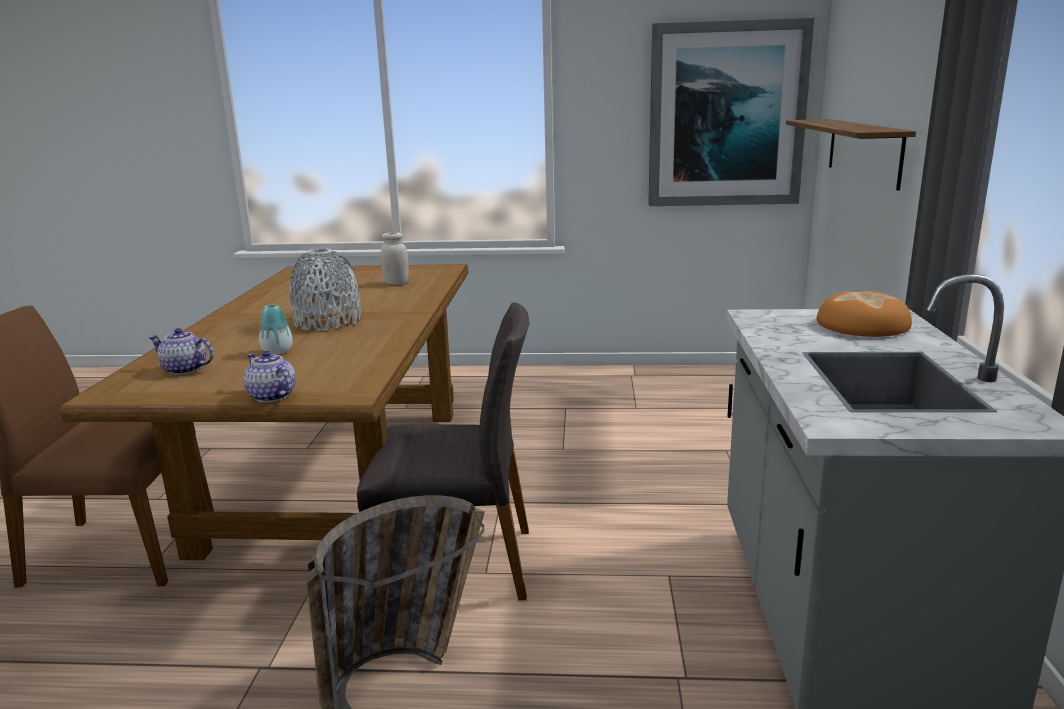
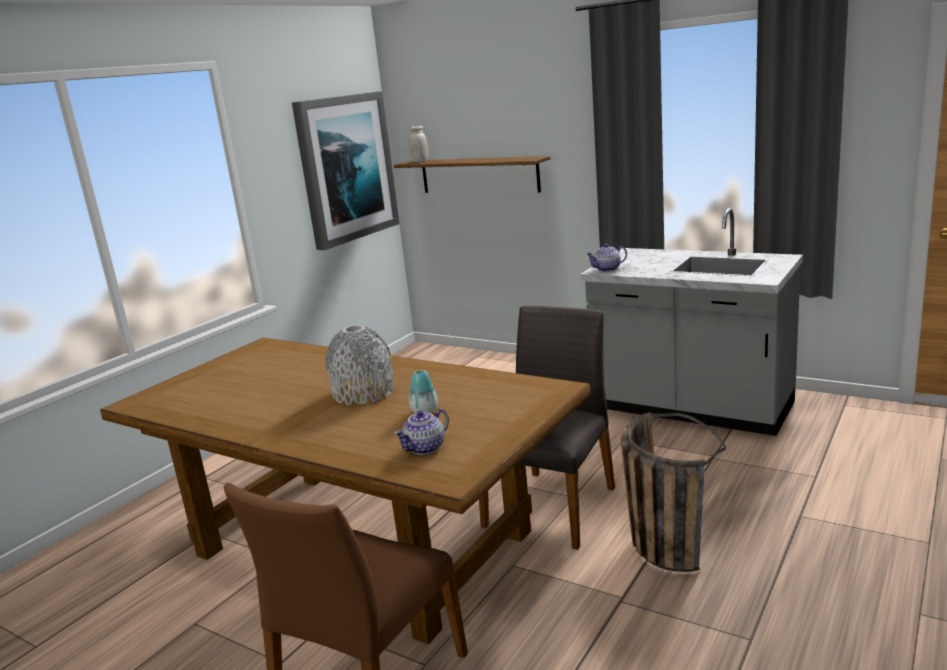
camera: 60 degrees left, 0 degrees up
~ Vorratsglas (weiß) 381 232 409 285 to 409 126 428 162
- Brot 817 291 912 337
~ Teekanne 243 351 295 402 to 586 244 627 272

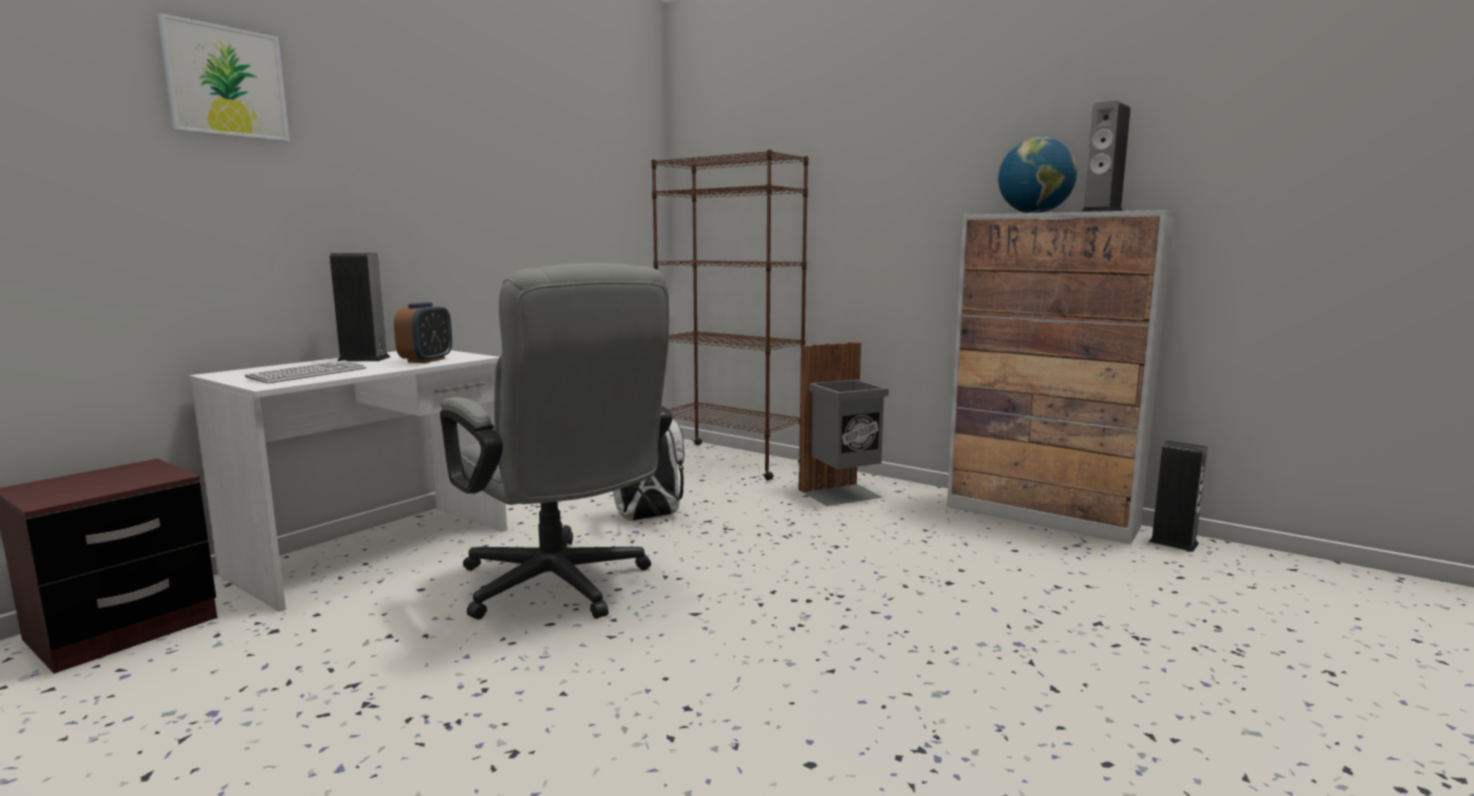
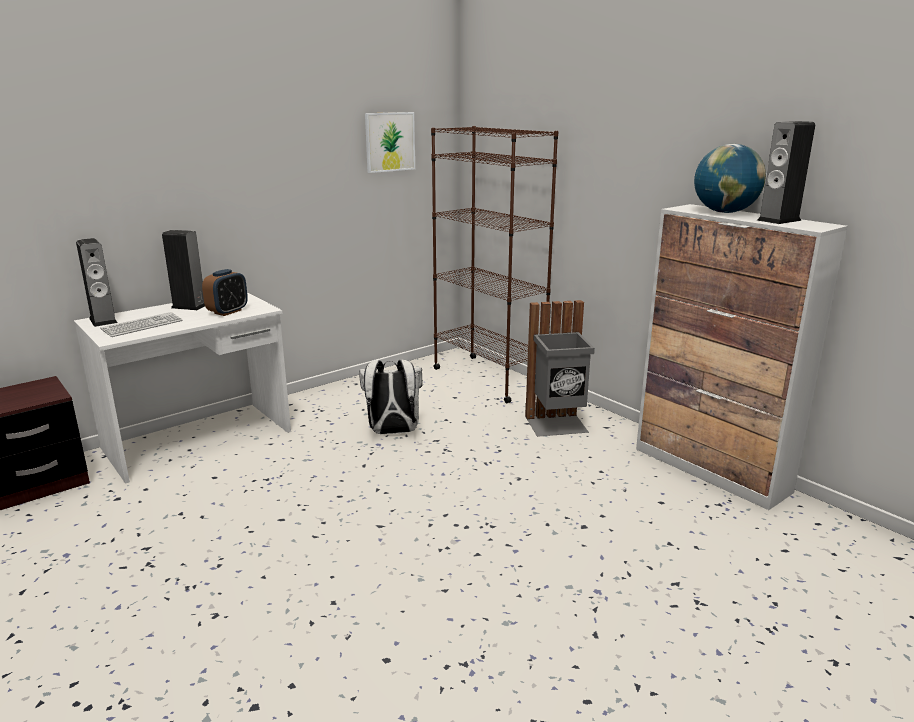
camera: 15 degrees right, 10 degrees up
~ Bild 157 13 289 142 to 365 112 415 173
- Bürostuhl (grau) 440 263 673 620
~ Lautsprecher 1148 440 1207 552 to 76 238 117 327

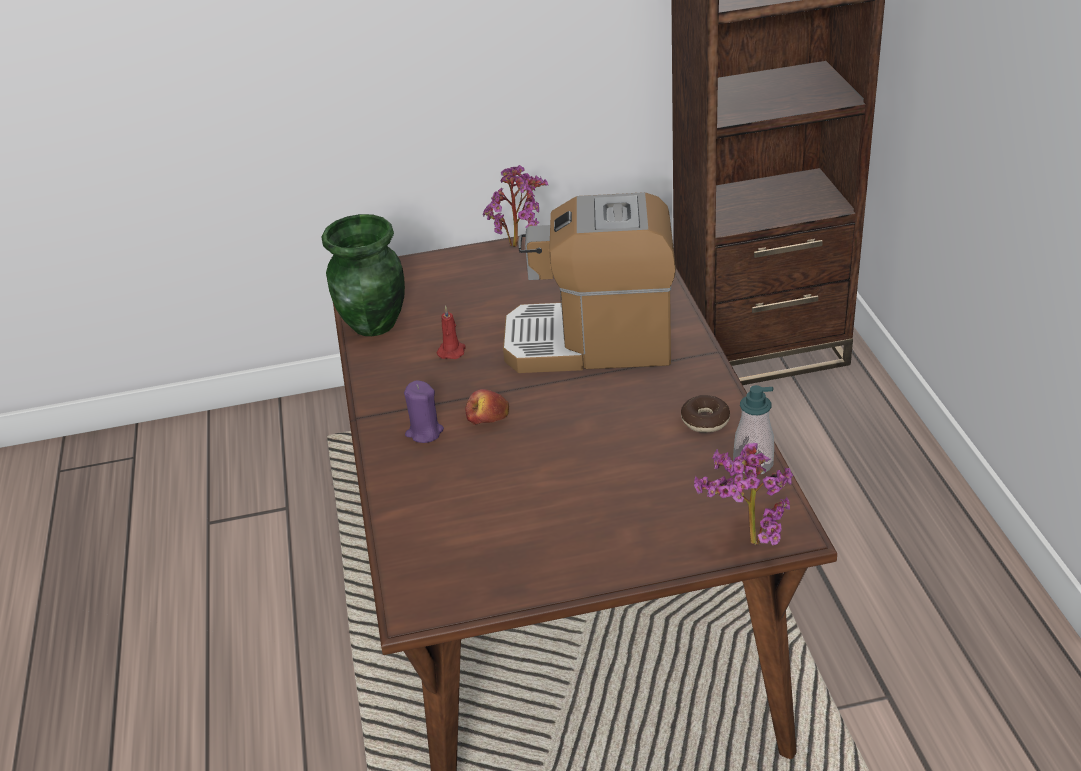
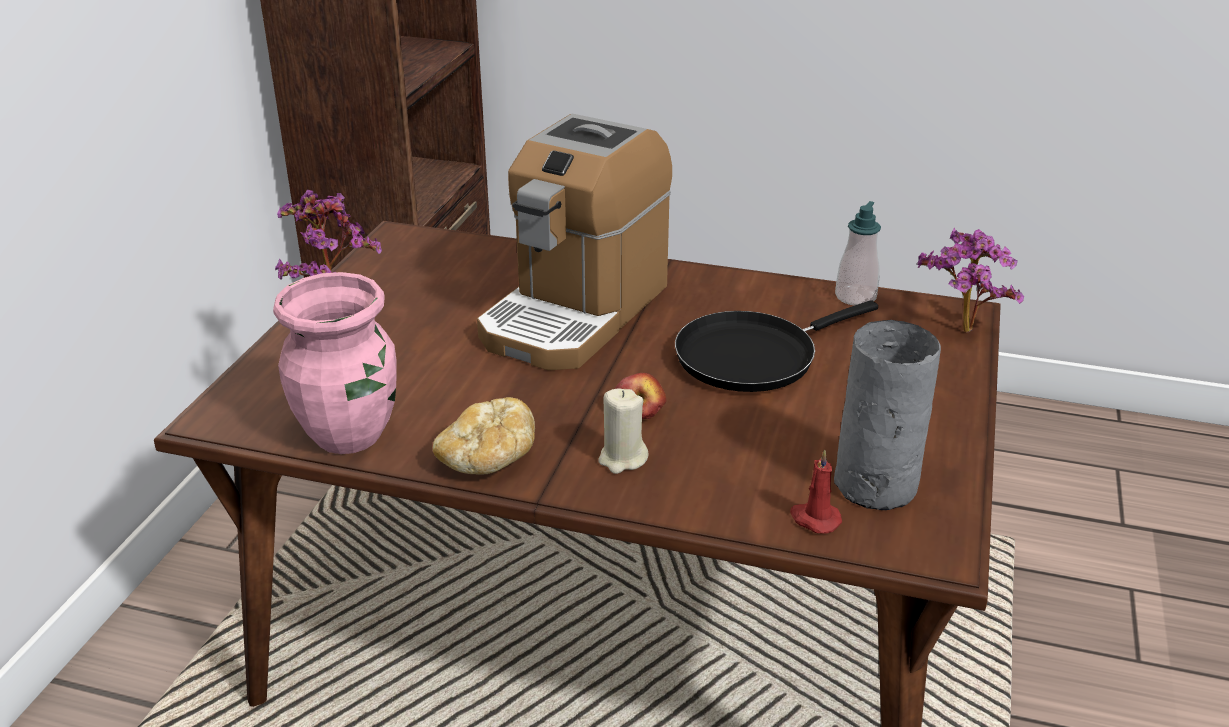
camera: 65 degrees left, 5 degrees down
~ Vase (grün) 322 214 405 336 to Vase (rosa) 273 272 397 454
~ Kerze (rot) 437 306 466 359 to 790 449 842 533
~ Kerze (lila) 404 380 444 443 to Kerze (beige) 599 389 649 474
- Donut 681 395 730 432
+ Pfanne (schwarz) 675 300 878 392
+ Vase (grau) 834 320 941 510
+ Brot 433 397 535 475

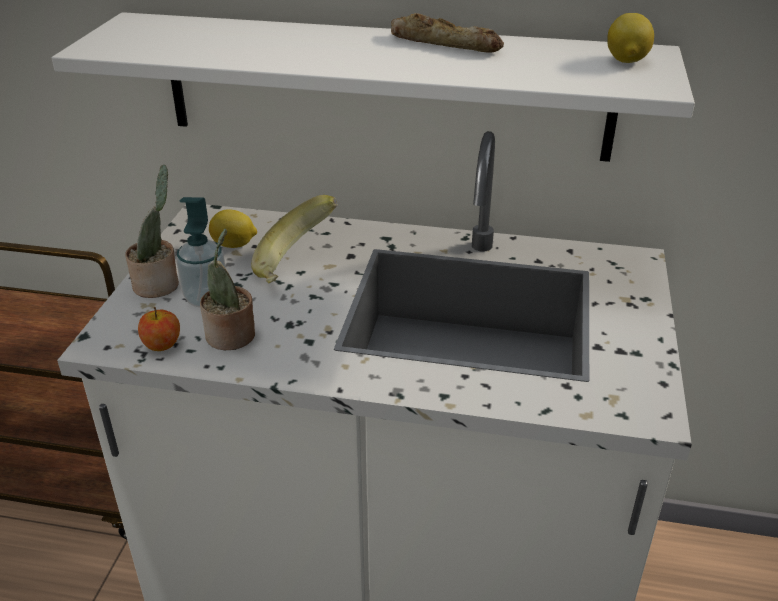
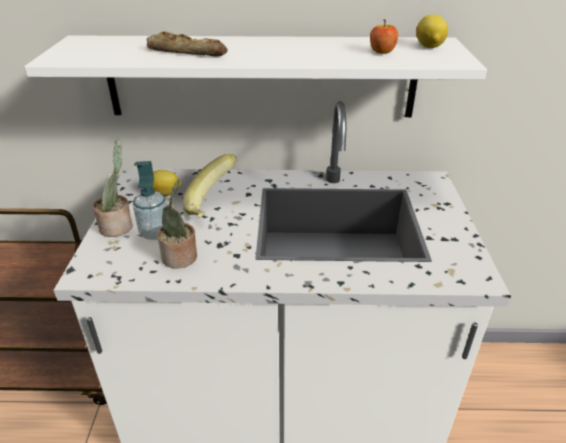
camera: 10 degrees left, 0 degrees up
~ Brot 391 13 504 53 to 147 31 228 56
~ Apfel 138 307 180 351 to 370 19 398 54

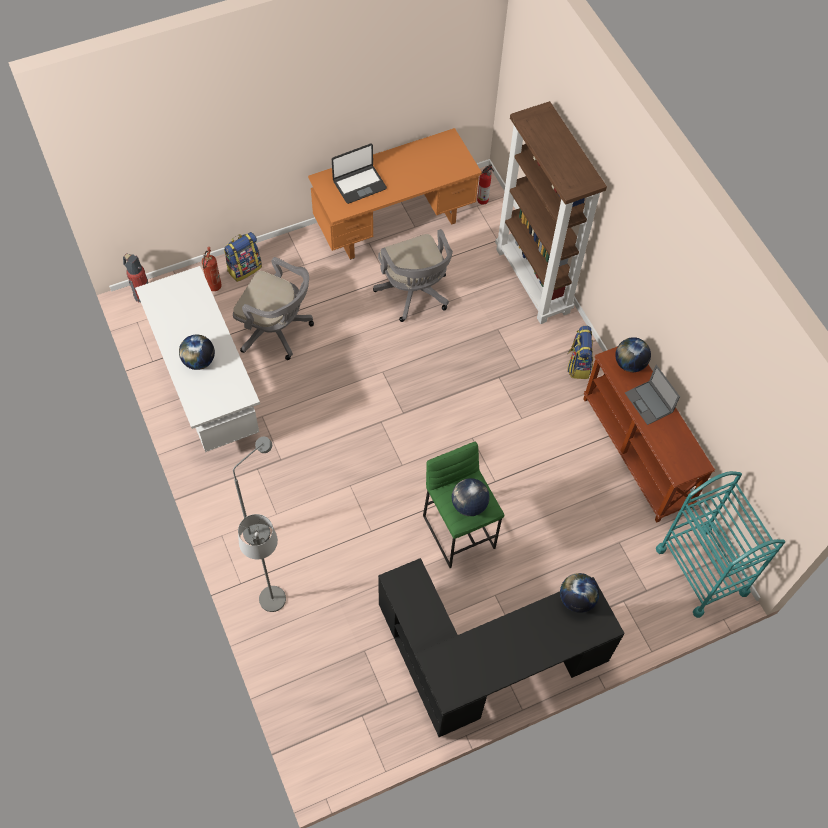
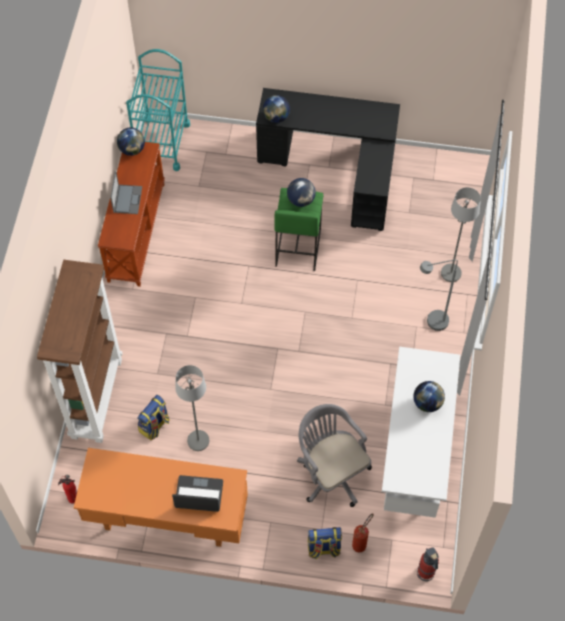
camera: 145 degrees left, 0 degrees up
~ Bürostuhl (grau) 373 229 453 322 to Stehlampe (grau) 175 365 209 451
~ Rucksack 567 326 593 379 to 137 395 170 440
~ Globus 615 337 651 372 to 117 128 145 156

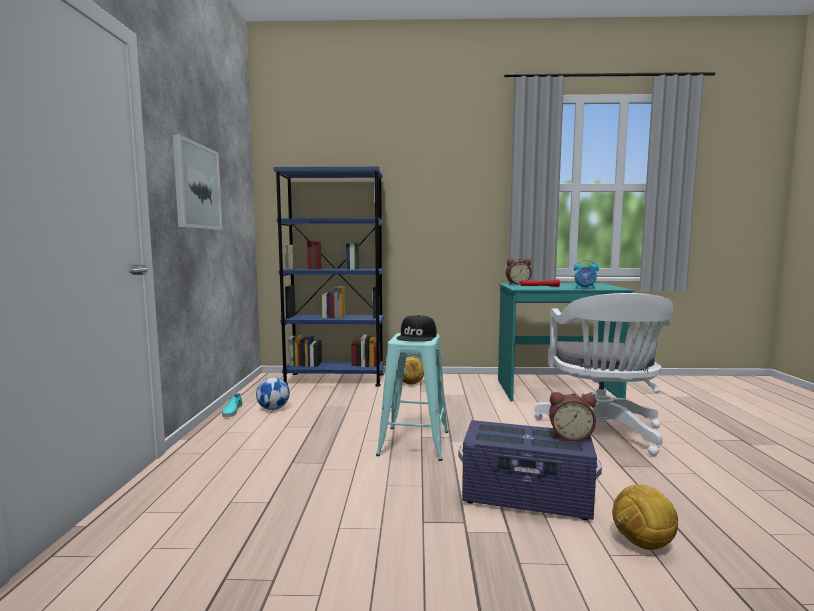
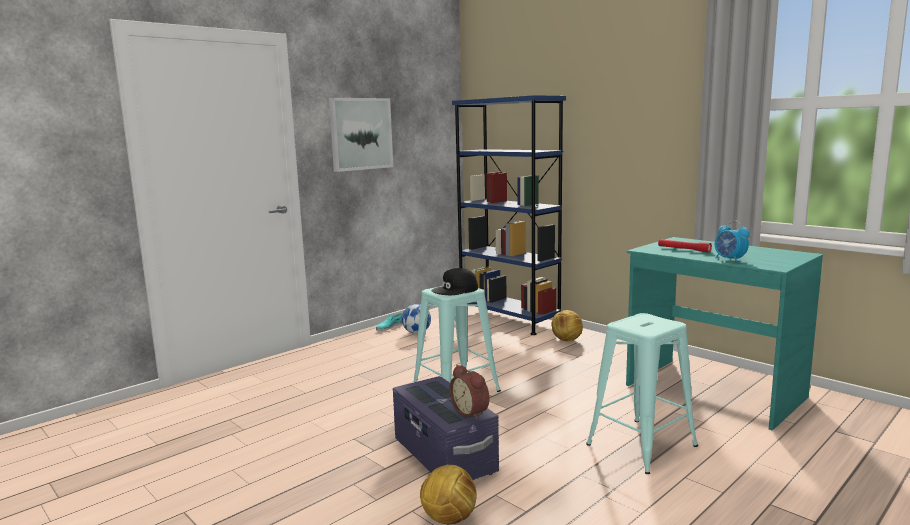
camera: 45 degrees right, 5 degrees up
- Wecker 506 259 532 285
~ Bürostuhl (weiß) 534 293 673 456 to Hocker (türkis) 586 313 698 474

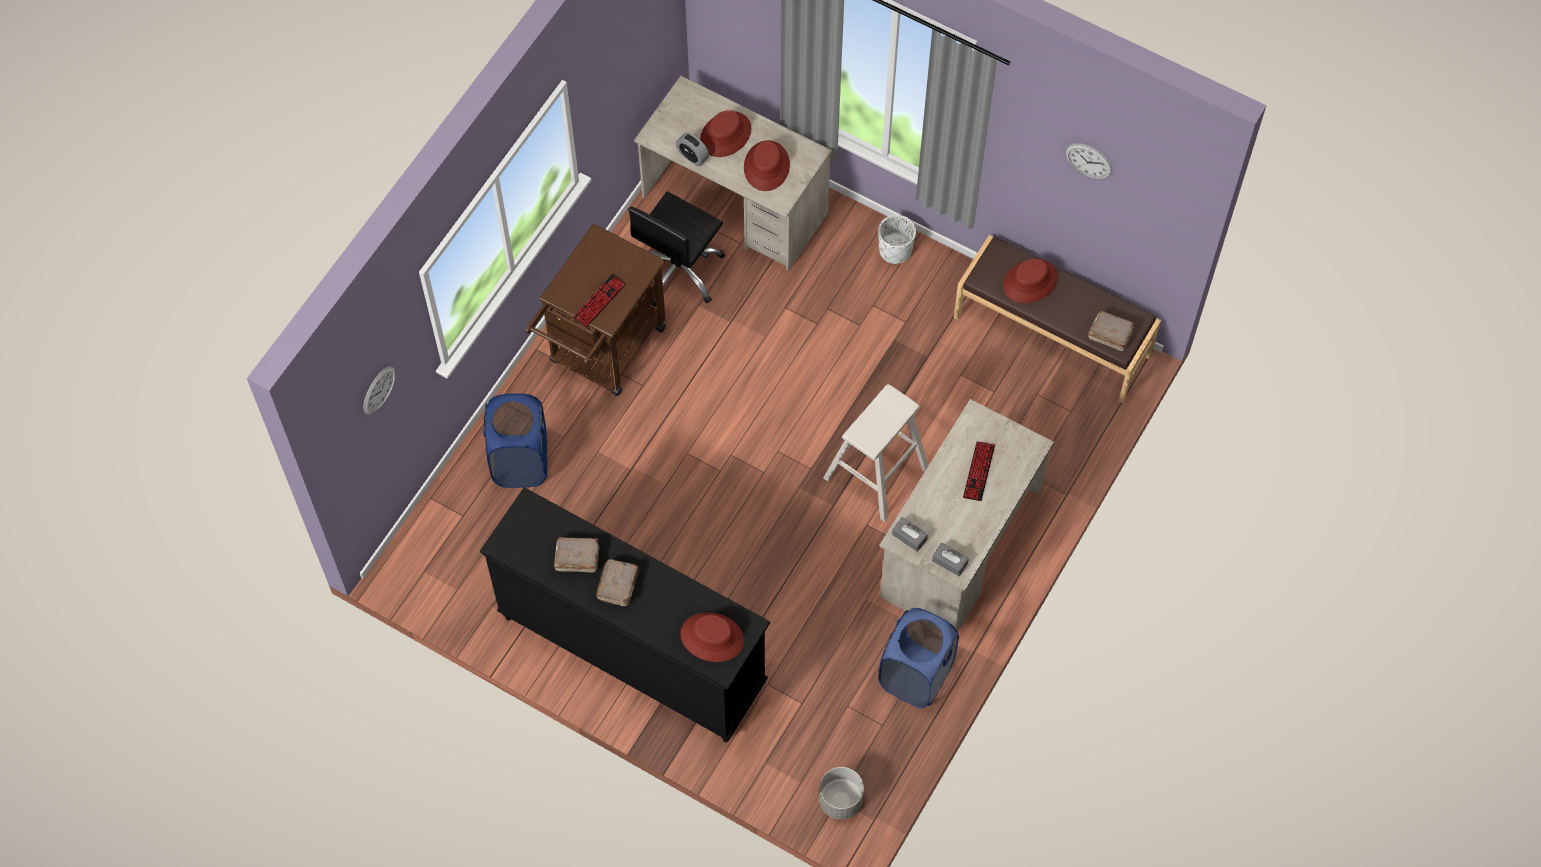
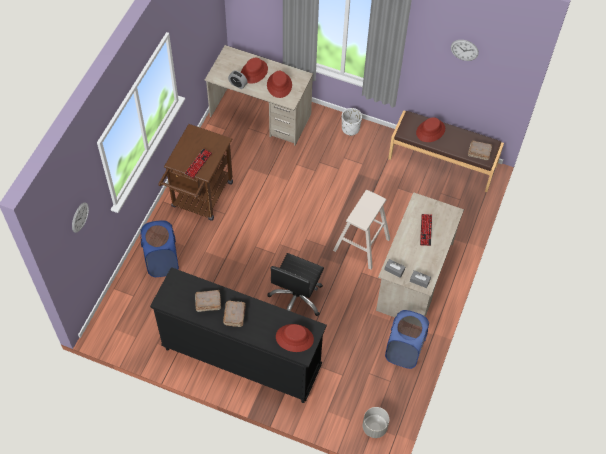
camera: 10 degrees left, 5 degrees down
~ Bürostuhl (schwarz) 628 191 725 307 to 268 253 324 316

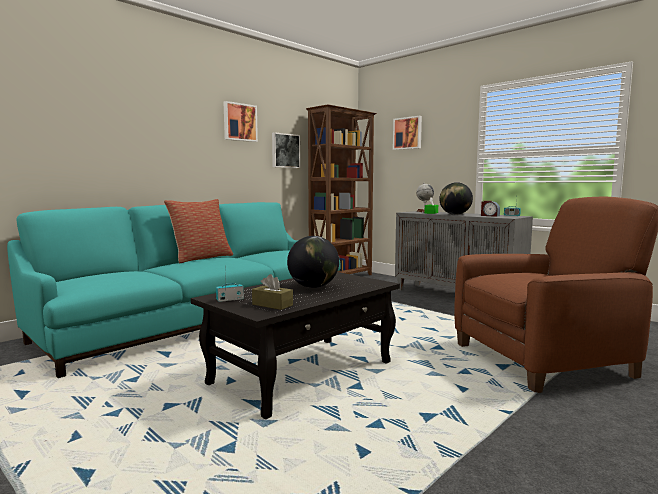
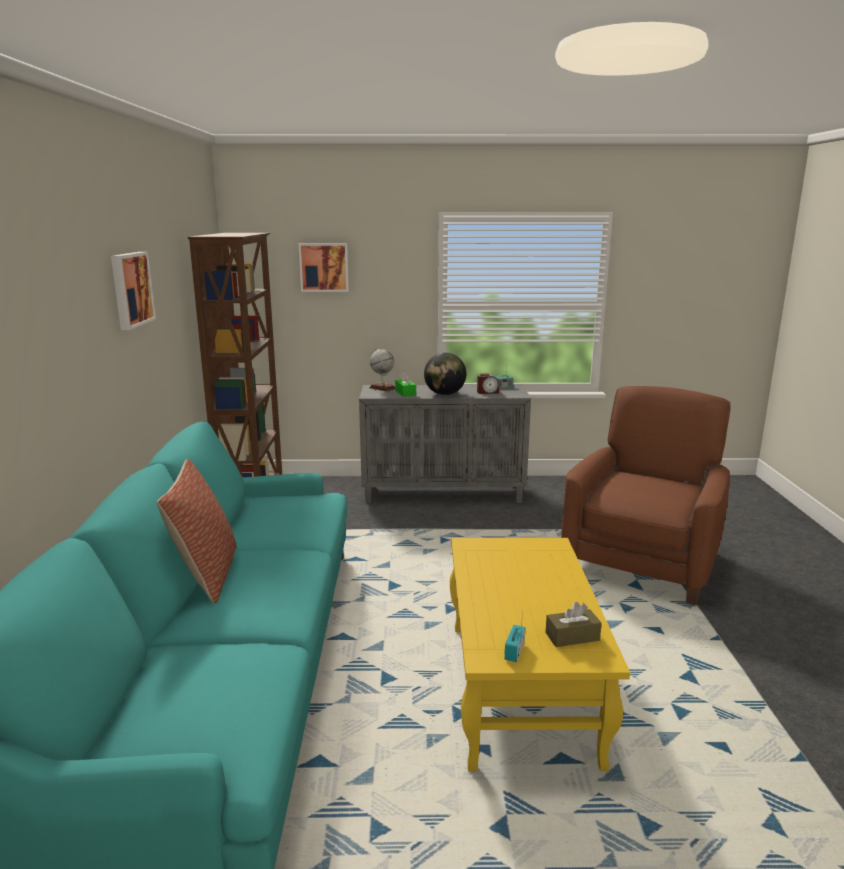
camera: 45 degrees left, 10 degrees up
- Bild 272 132 300 168
- Globus 287 236 339 288
~ Couchtisch (schwarz) 191 272 400 419 to Couchtisch (gelb) 450 538 630 772

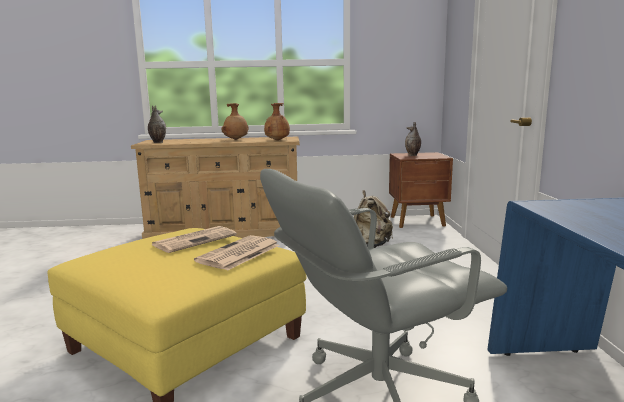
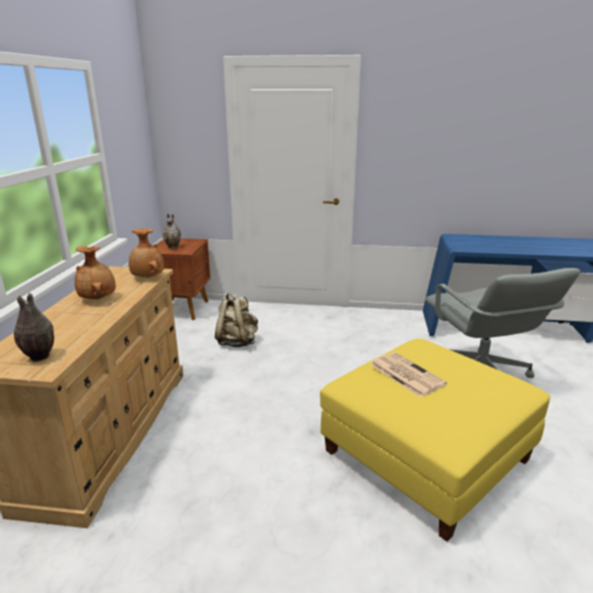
camera: 80 degrees left, 10 degrees up
- Zeitung 194 235 280 271

